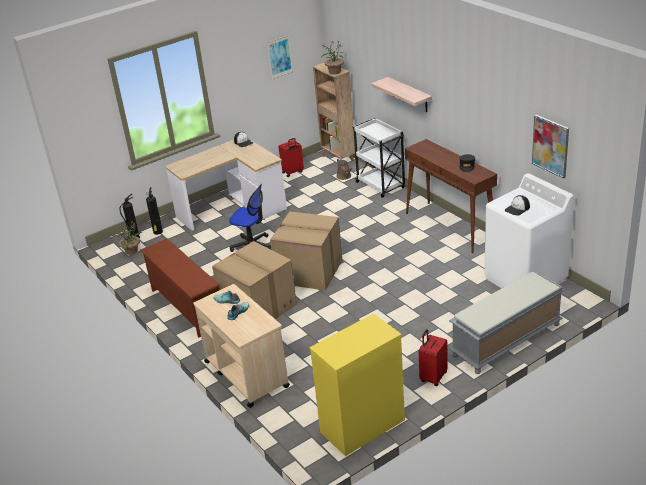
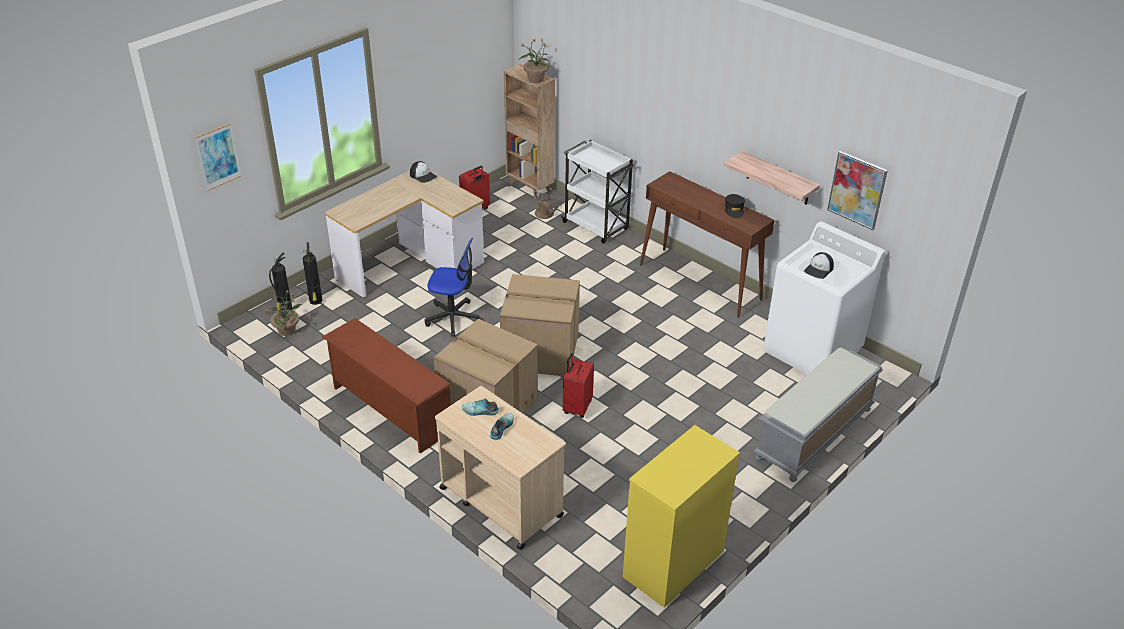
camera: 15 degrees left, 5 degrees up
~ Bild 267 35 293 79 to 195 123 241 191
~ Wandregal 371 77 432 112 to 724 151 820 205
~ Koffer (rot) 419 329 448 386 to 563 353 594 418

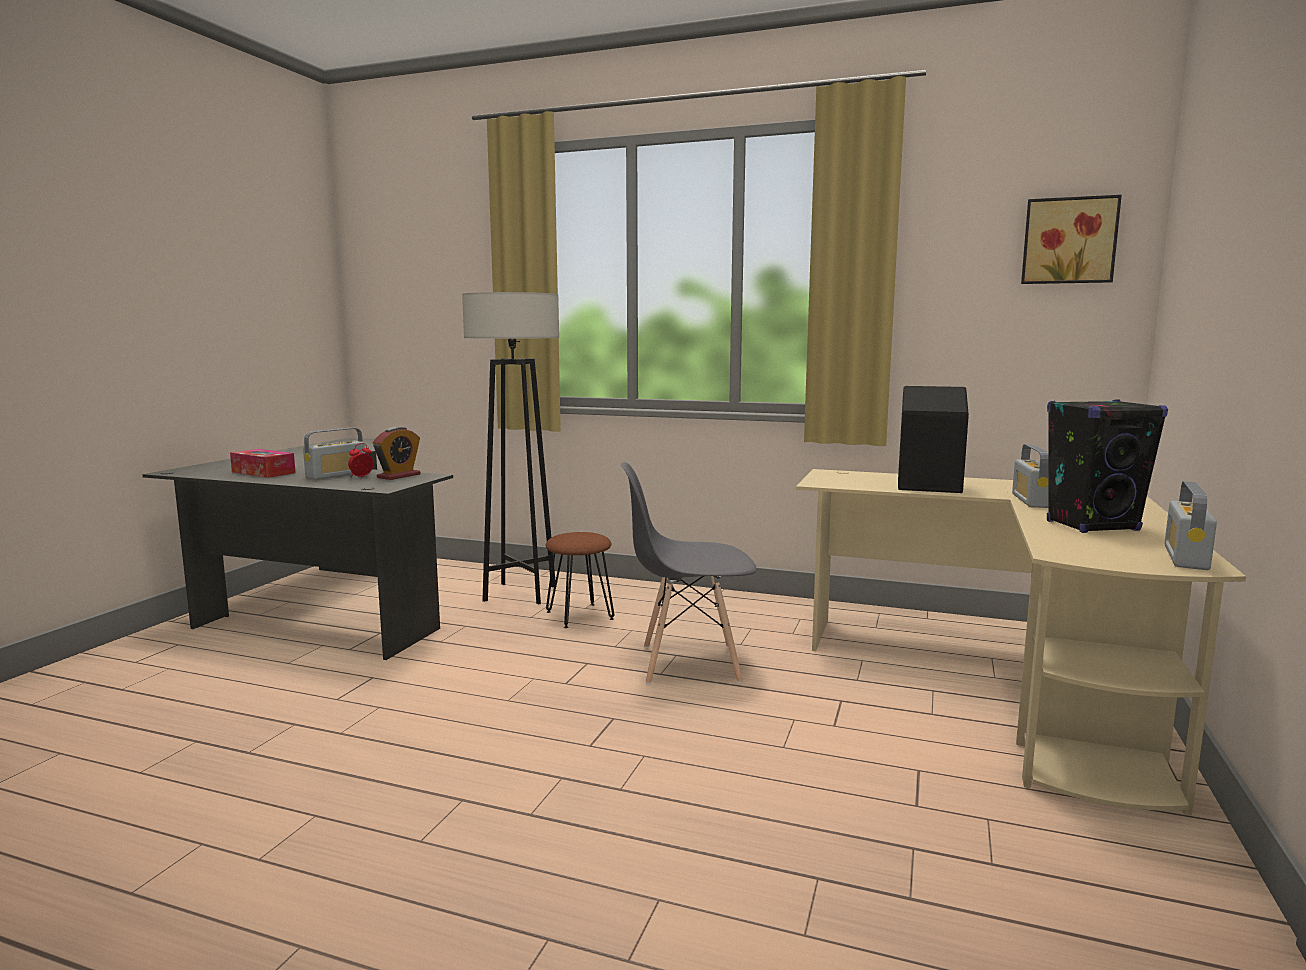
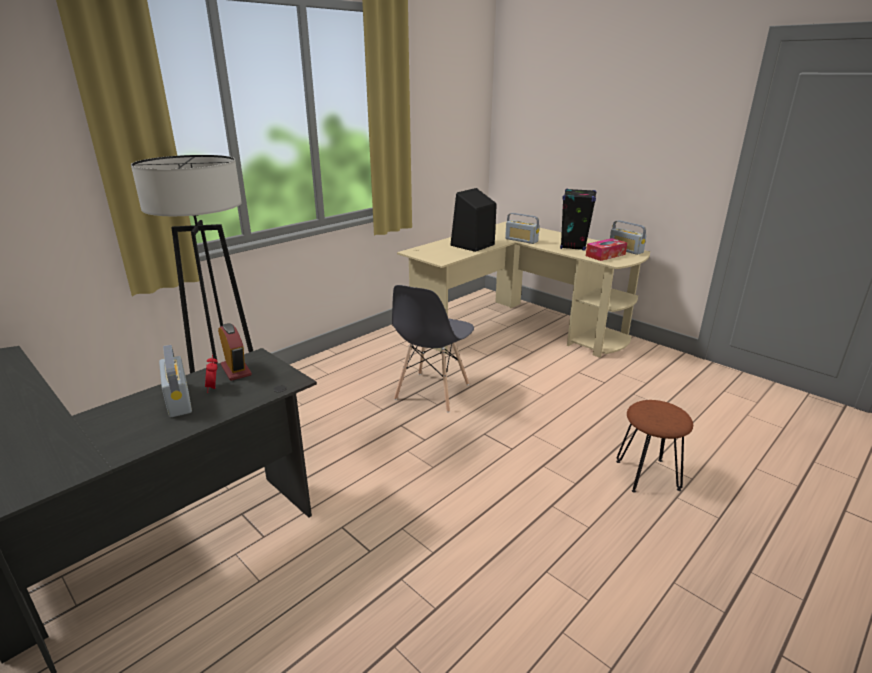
camera: 65 degrees left, 15 degrees up
- Bild 1021 195 1122 284
~ Taschentuchbox 230 449 296 478 to 586 238 627 261
~ Hocker (braun) 546 532 614 628 to 616 400 693 493

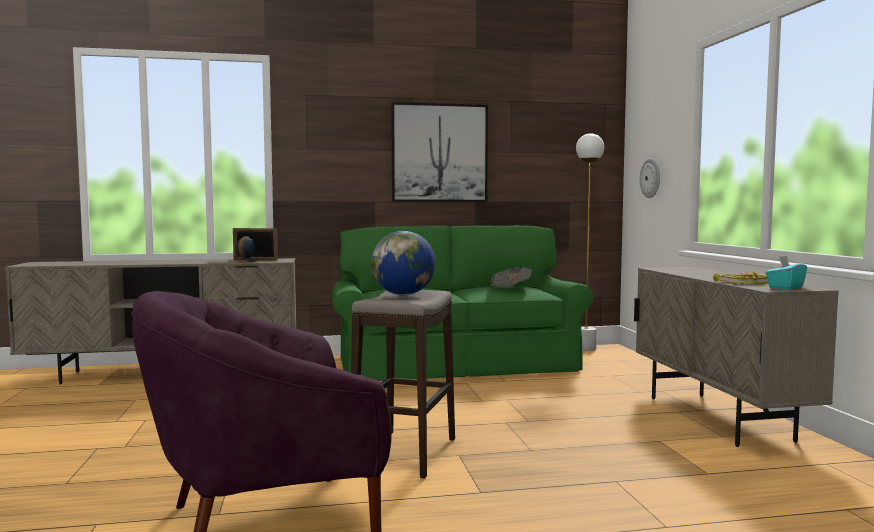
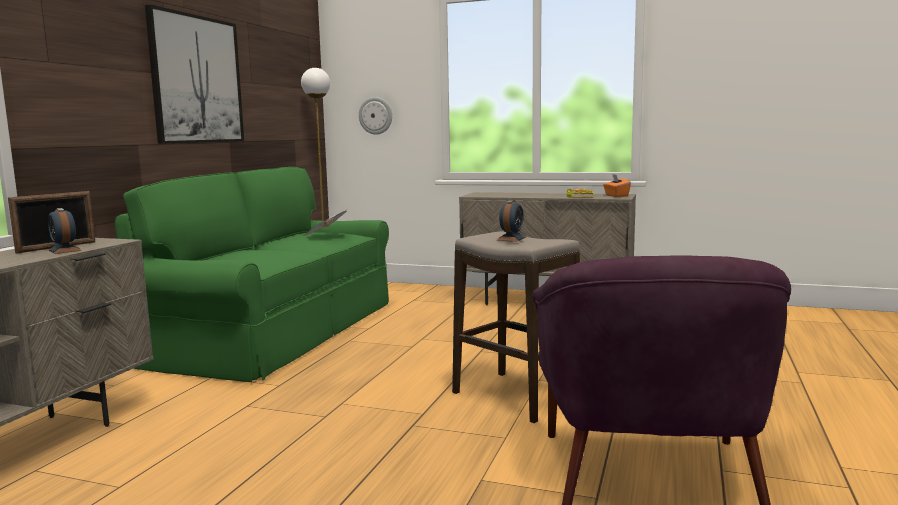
camera: 60 degrees left, 5 degrees up
~ Globus 371 231 435 295 to Wecker 496 200 526 242
~ Taschentuchbox (türkis) 766 255 807 289 to Taschentuchbox (orange) 603 174 631 197

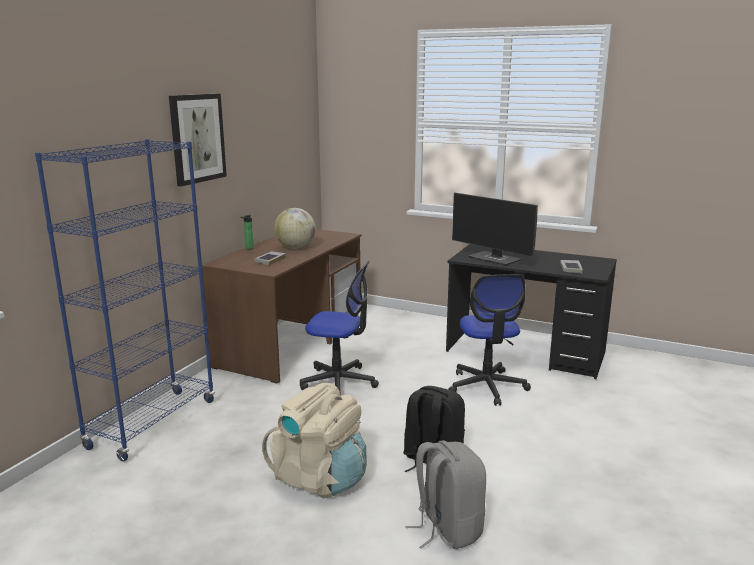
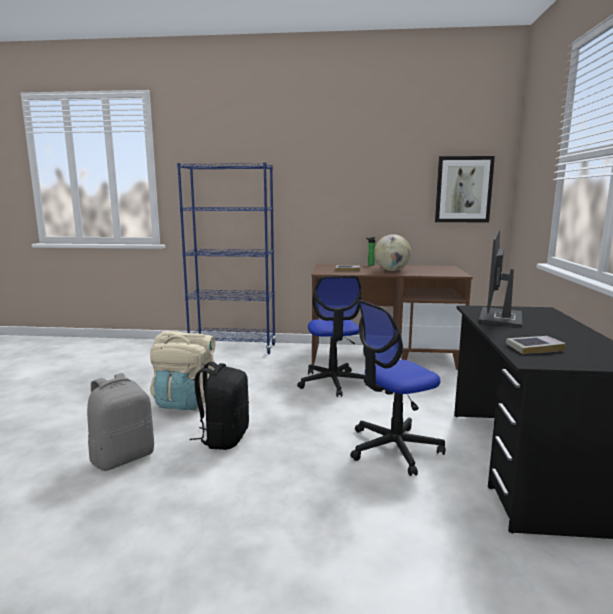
camera: 70 degrees right, 5 degrees down
~ Bild 169 94 227 186 to 435 156 495 222

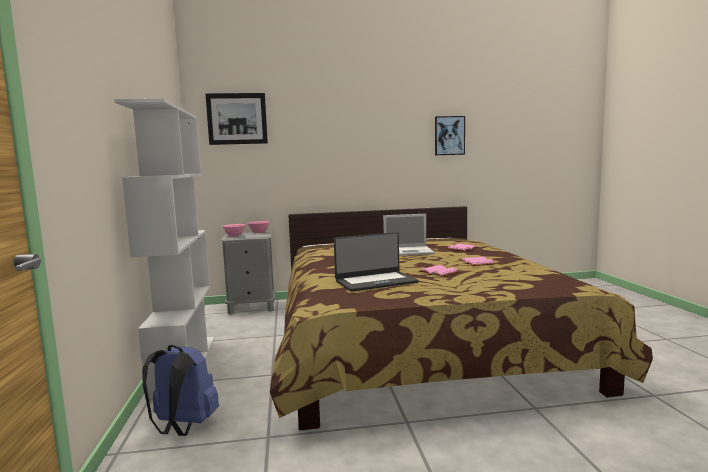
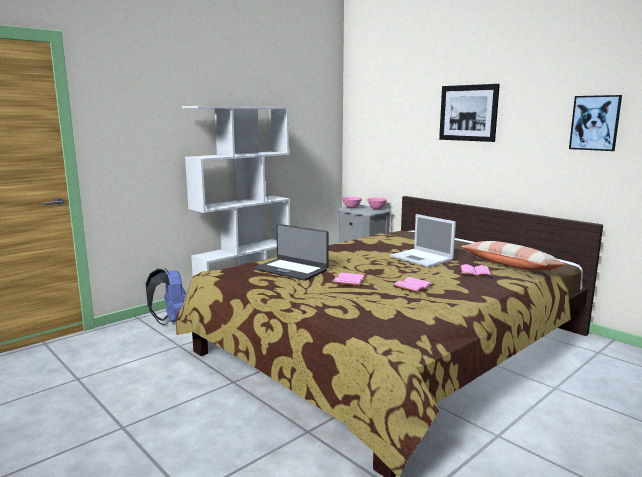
camera: 55 degrees right, 5 degrees up
~ Bild 205 93 268 145 to 439 84 500 142
+ Kissen 461 241 566 271

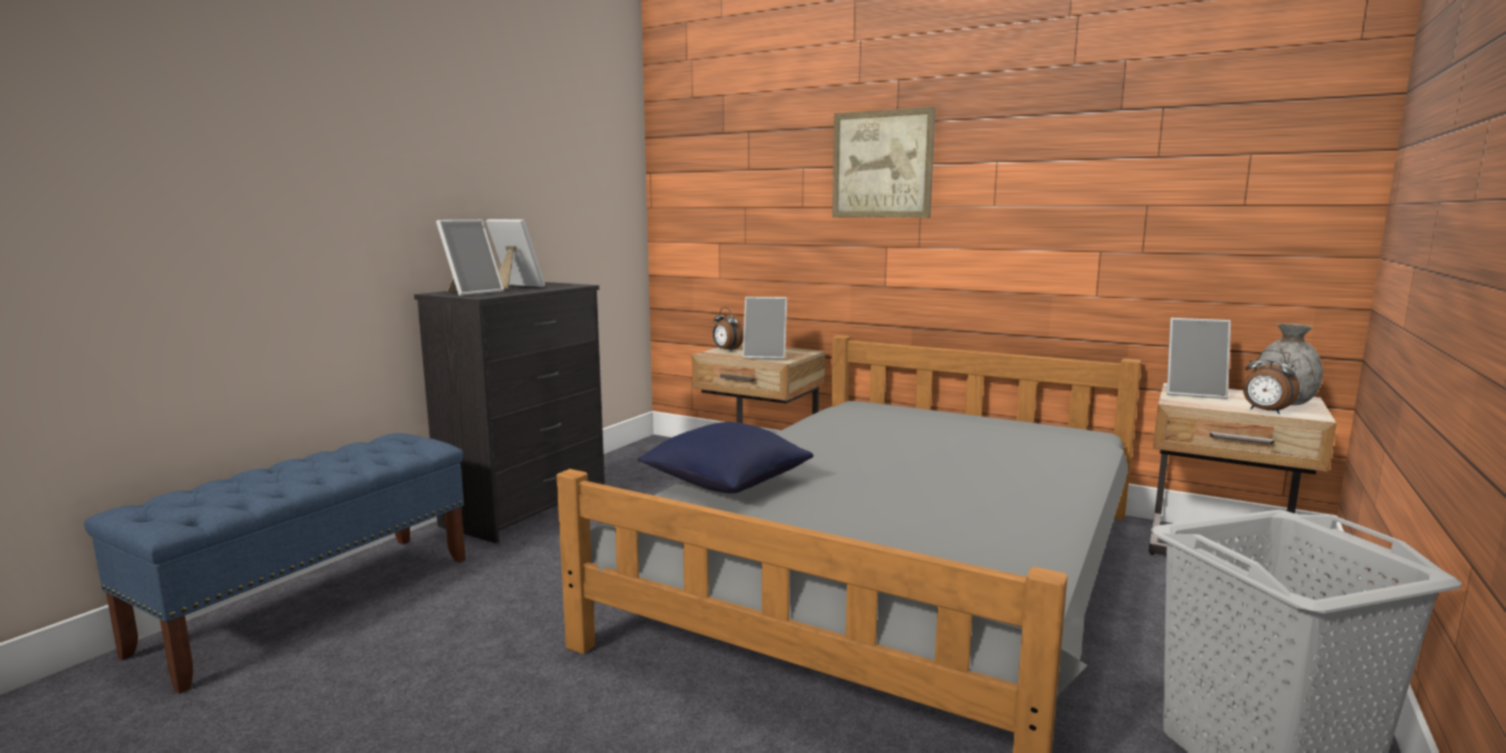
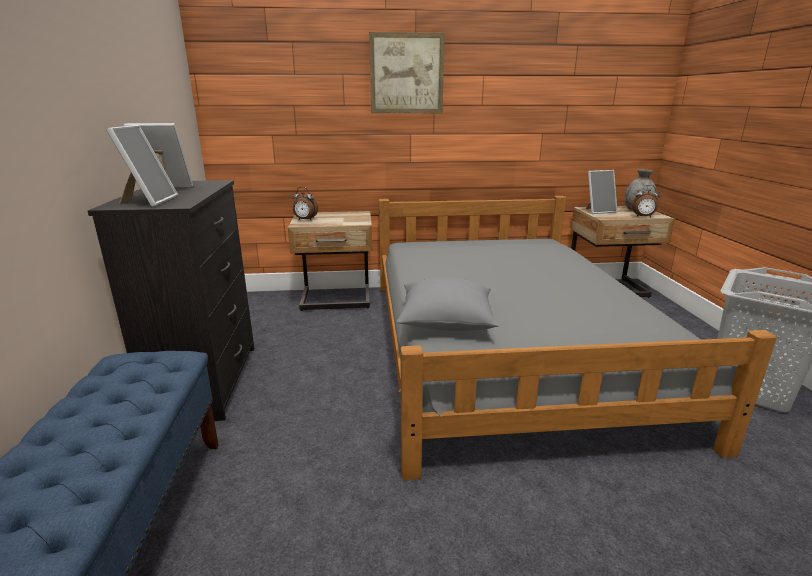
camera: 35 degrees left, 10 degrees up
- Bilderrahmen 743 297 787 359
~ Kissen (blau) 638 422 813 494 to Kissen (grau) 397 277 499 331

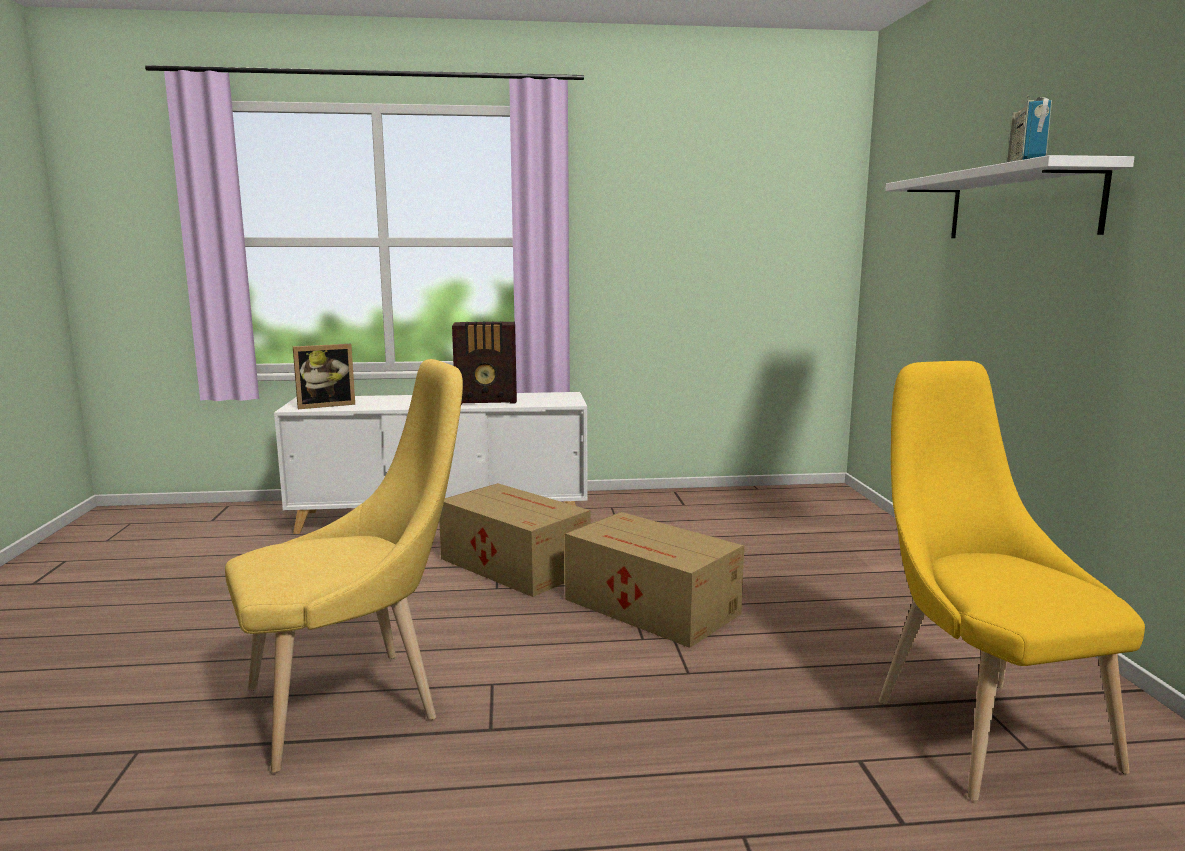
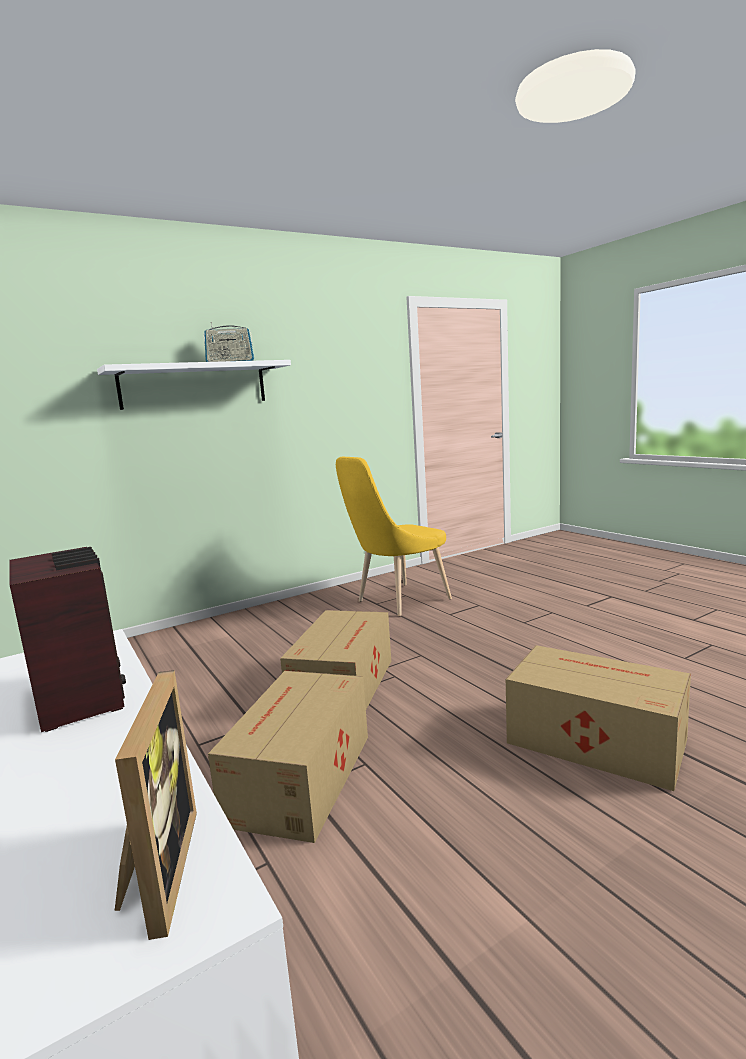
camera: 115 degrees left, 0 degrees up
~ Bilderrahmen 293 344 355 409 = 115 670 197 940 45 degrees clockwise
~ Stuhl (gelb) 225 359 463 772 to Karton 506 645 691 791

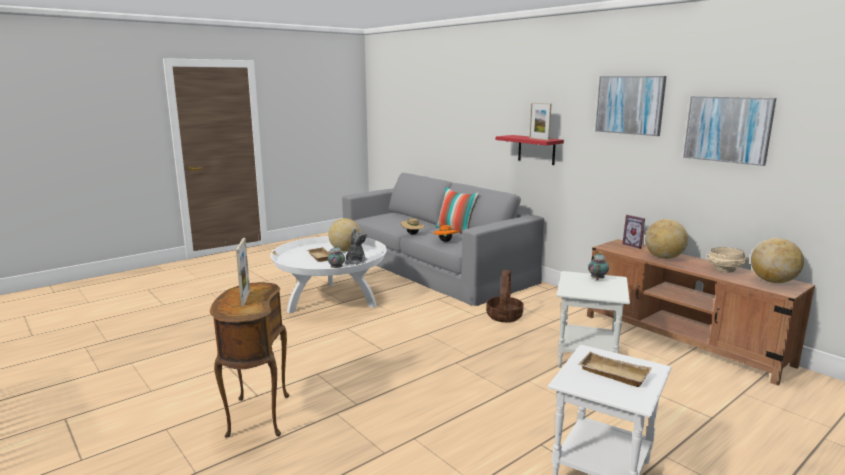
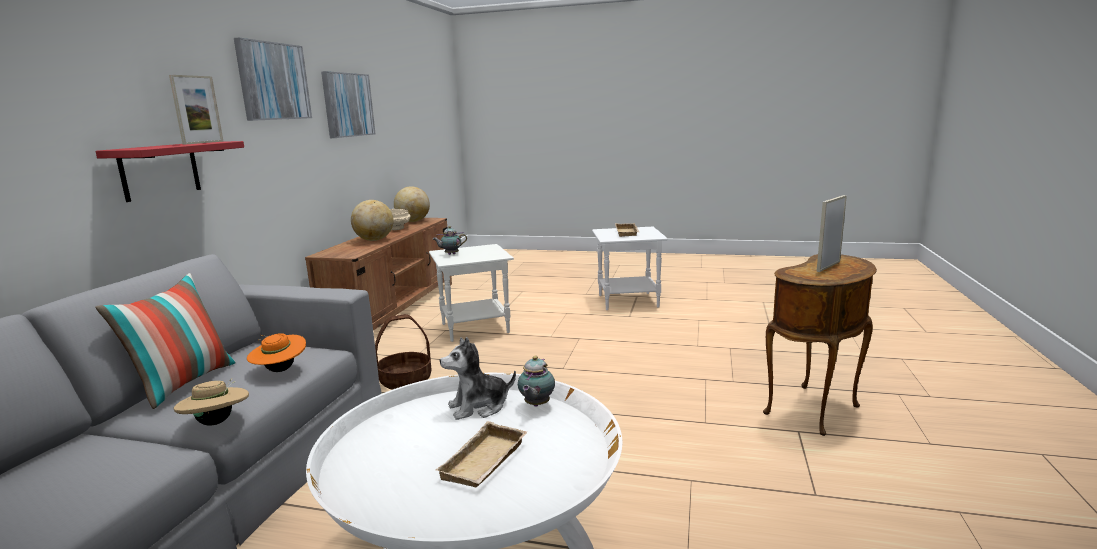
camera: 125 degrees left, 0 degrees up
- Bilderrahmen 622 215 645 249
- Globus 328 218 361 251

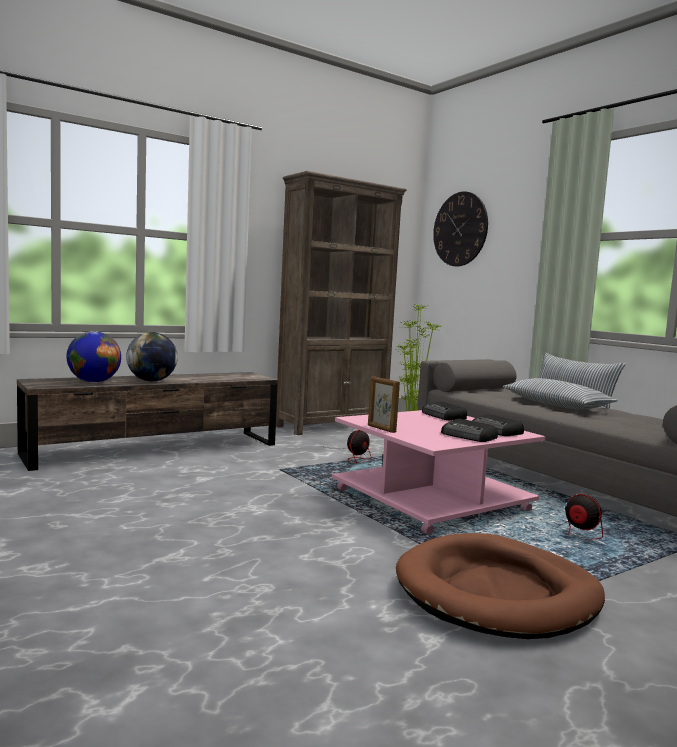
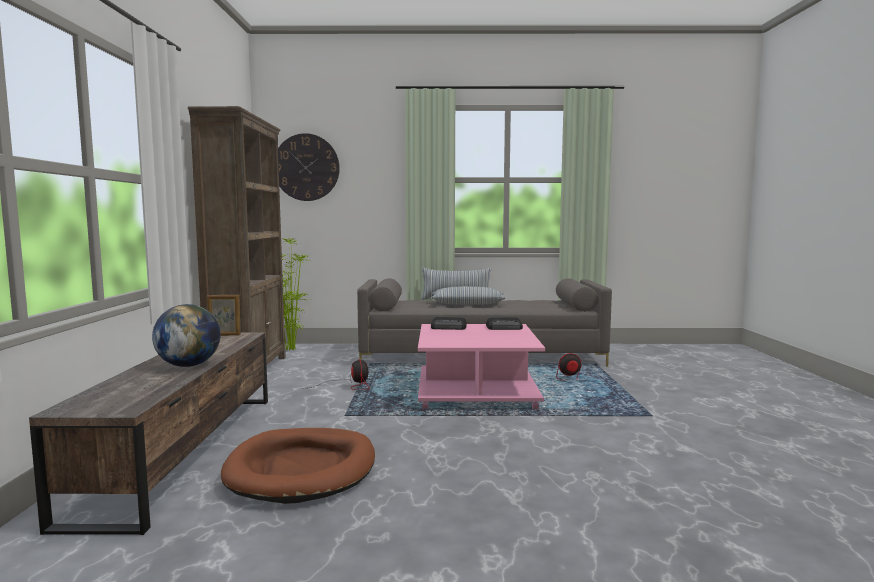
camera: 55 degrees left, 0 degrees up
- Globus 66 331 121 382
~ Bilderrahmen 368 377 400 433 to 207 295 241 336
- Radio 441 419 498 442
~ Hundebett (braun) 396 533 605 639 to 221 428 375 504

